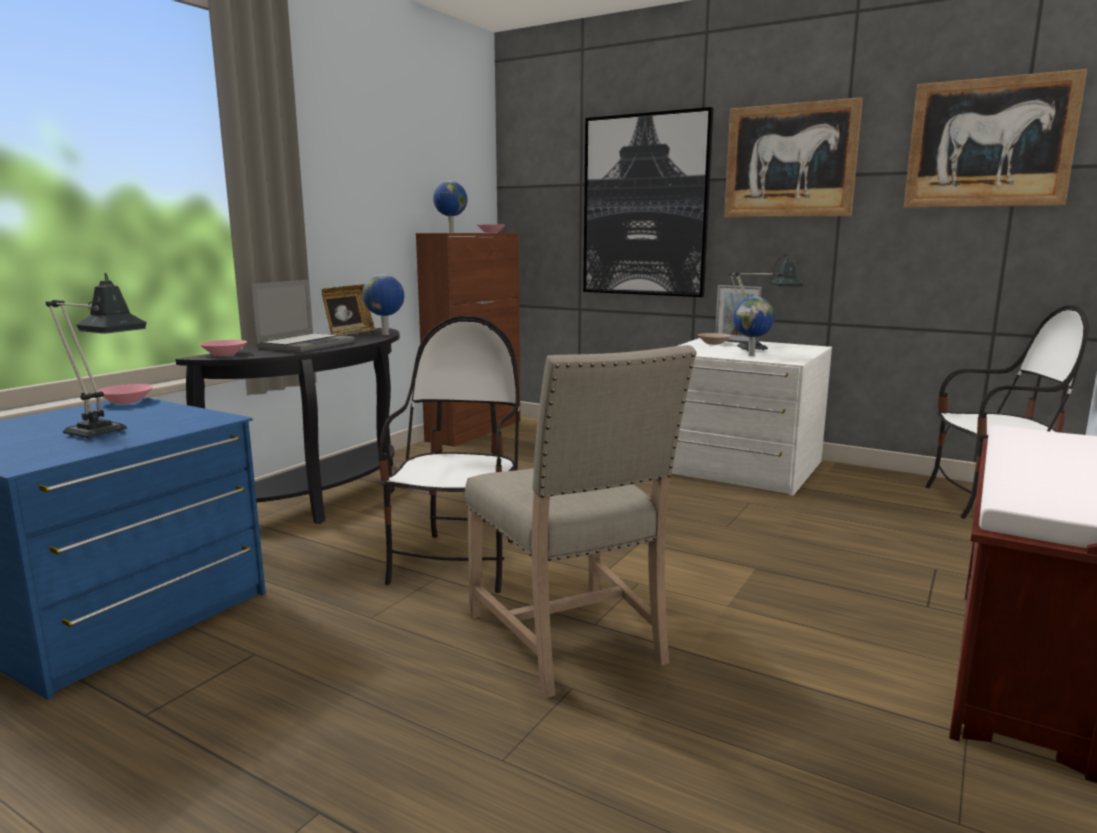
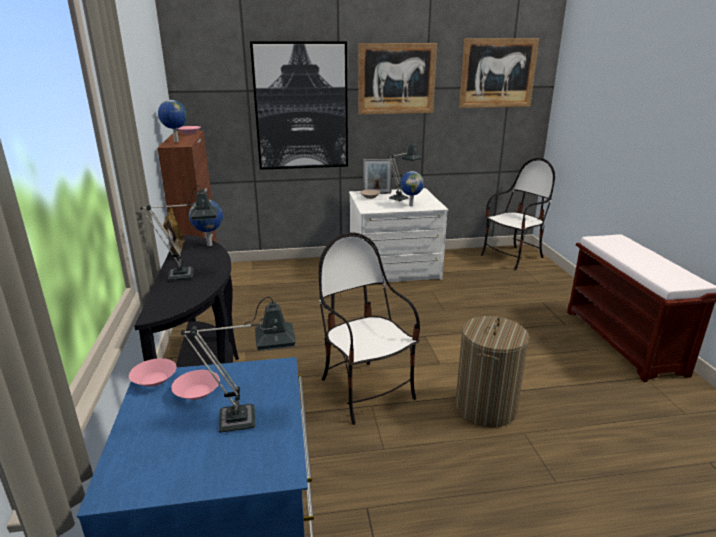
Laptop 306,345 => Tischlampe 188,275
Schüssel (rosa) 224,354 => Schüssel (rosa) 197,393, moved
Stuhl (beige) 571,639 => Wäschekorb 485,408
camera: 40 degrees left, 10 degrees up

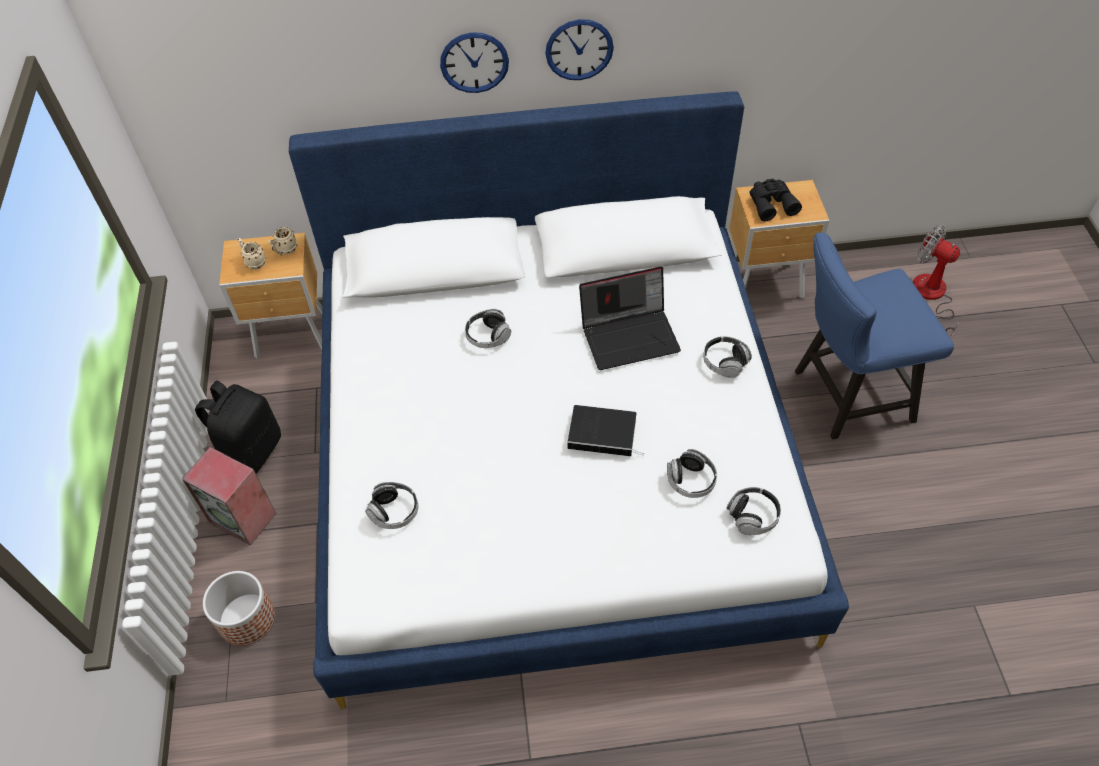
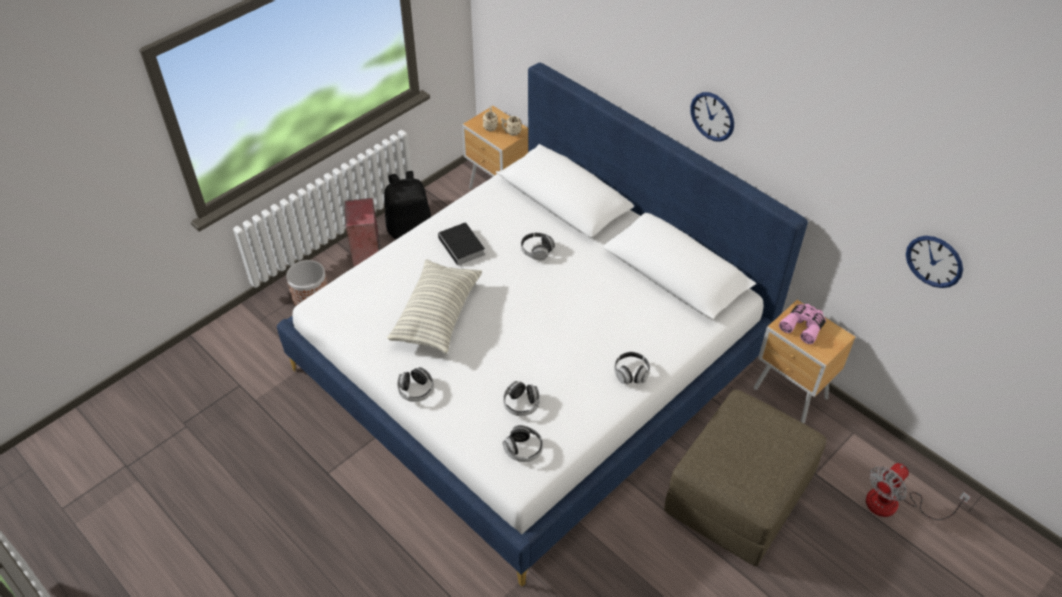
Wanduhr 474,62 => Wanduhr 934,261, moved
Fernglas (schwarz) 771,204 => Fernglas (rosa) 803,326
Ventilator 931,297 => Ventilator 894,504, 135 degrees counterclockwise
Stuhl (blau) 844,396 => Polsterhocker (braun) 738,495
Laptop 630,335 => nothing
Buch 604,433 => Buch 462,247, moved
Kopfhörer 394,511 => Kopfhörer 416,390, moved
nothing => Kissen 437,315
camera: 50 degrees right, 5 degrees down

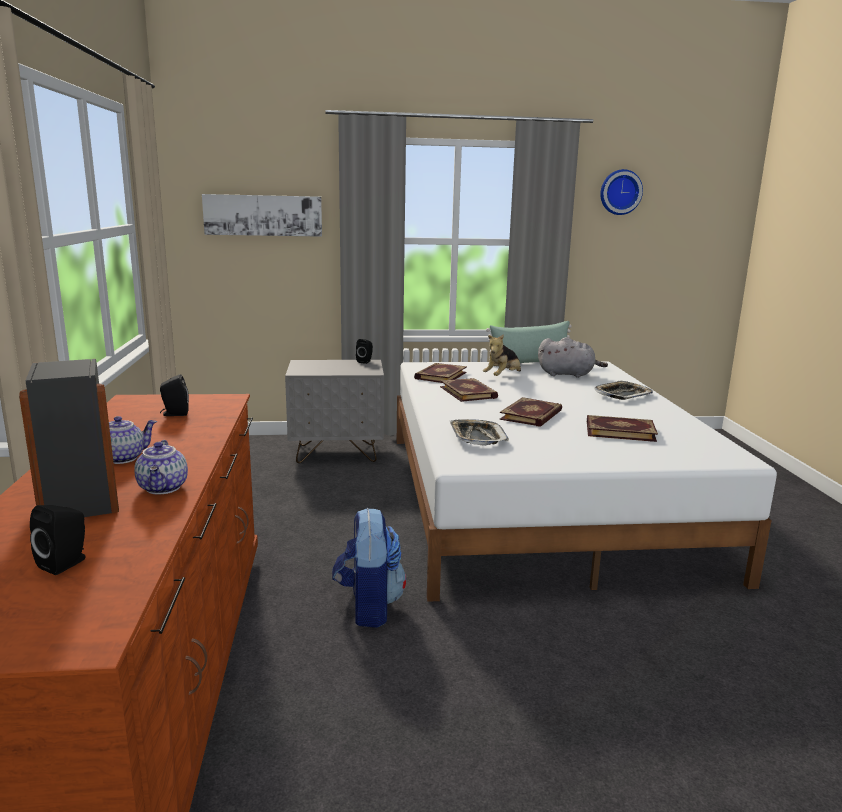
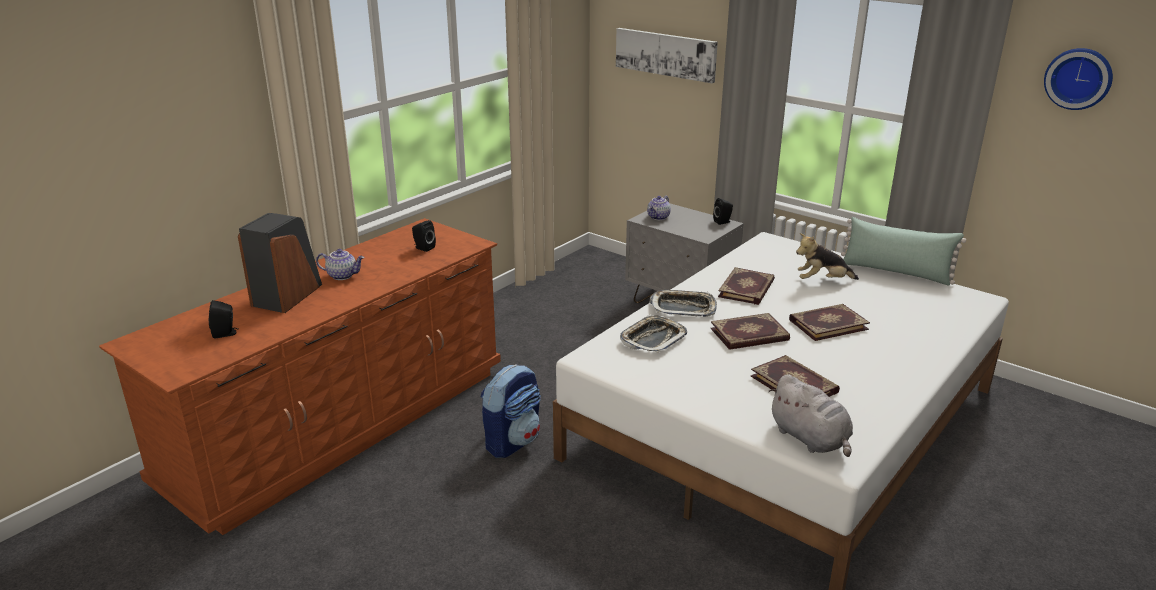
Plüschtier (grau) 568,374 => Plüschtier (grau) 810,439, moved
Buch 440,375 => Buch 827,324, moved
Tablett 622,395 => Tablett 683,308, moved
Teekanne 164,488 => Teekanne 658,217, moved
camera: 45 degrees right, 10 degrees up

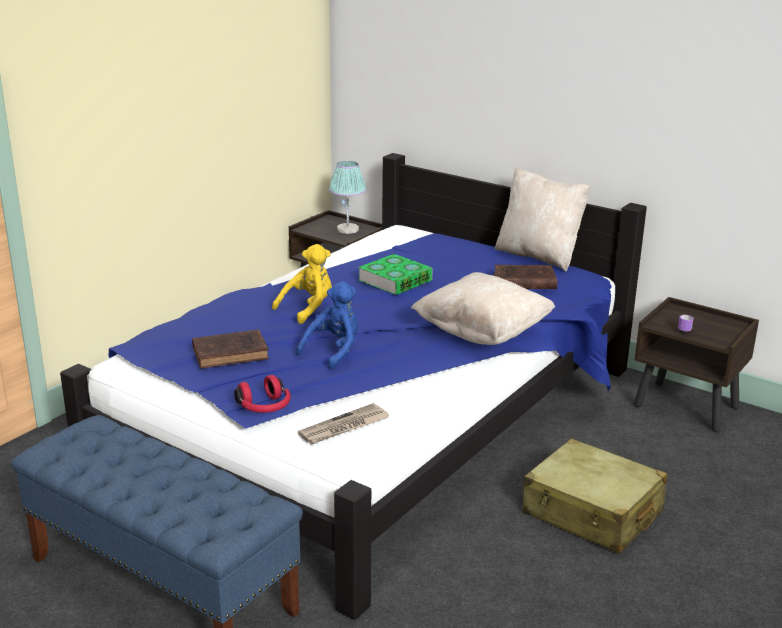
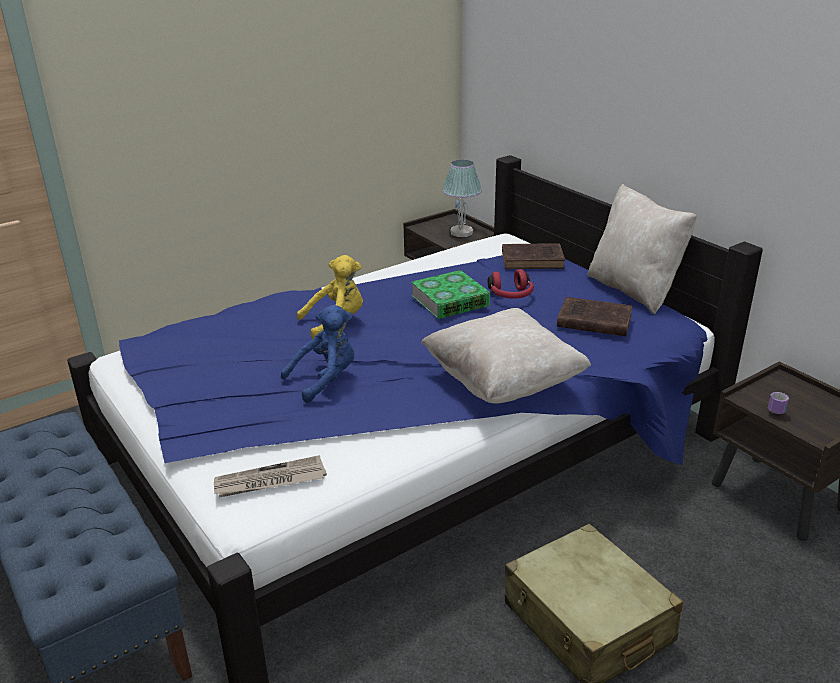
Buch (braun) 232,353 => Buch (braun) 534,260, moved
Kopfhörer (rot) 265,407 => Kopfhörer (rot) 511,295, moved
camera: 20 degrees right, 5 degrees up

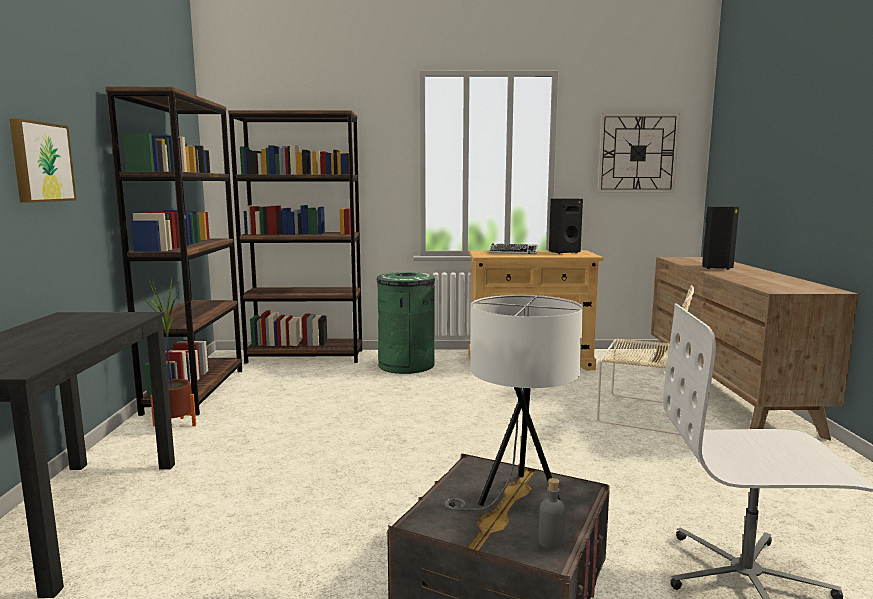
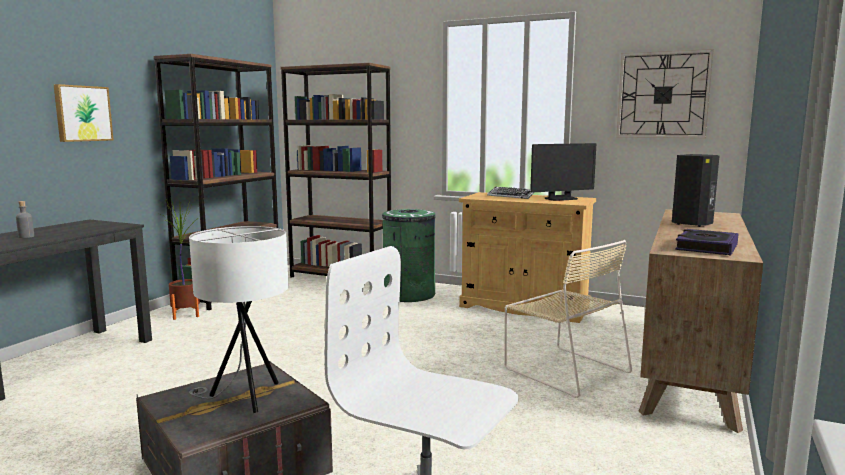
Lautsprecher (schwarz) 563,252 => Monitor 561,199
Flasche (grau) 551,542 => Flasche (grau) 26,236, moved
nothing => Buch 706,247
camera: 25 degrees right, 0 degrees up

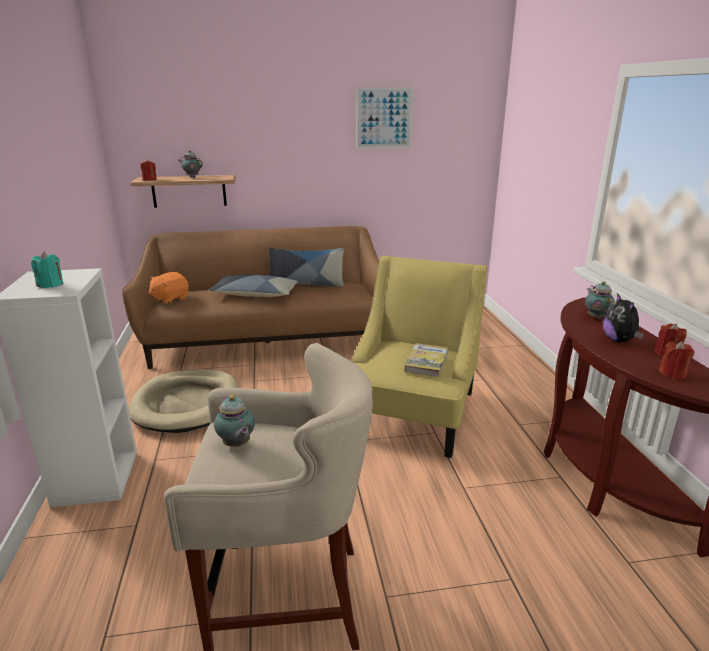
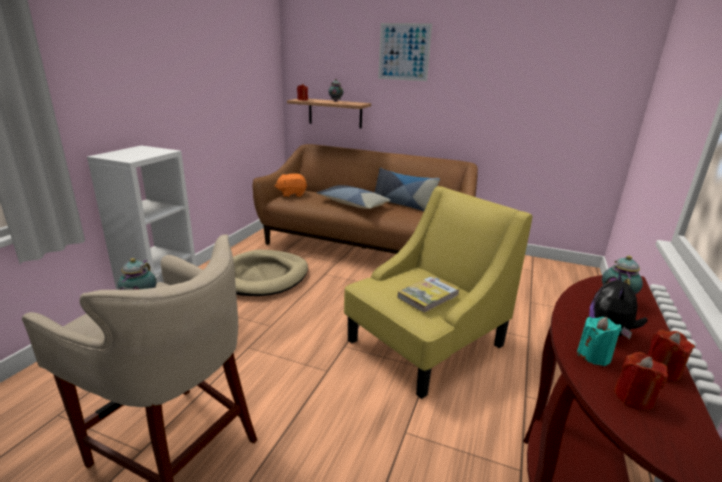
Bild 384,118 => Bild 404,52, moved
Kerze (türkis) 50,284 => Kerze (türkis) 593,356, moved
camera: 30 degrees right, 0 degrees up

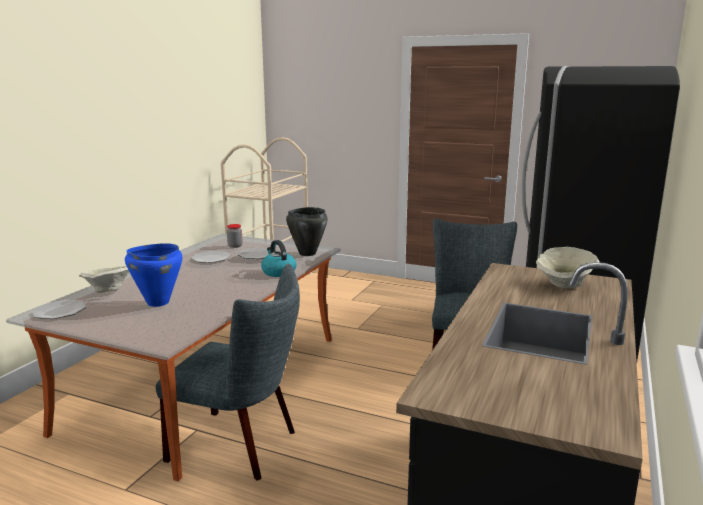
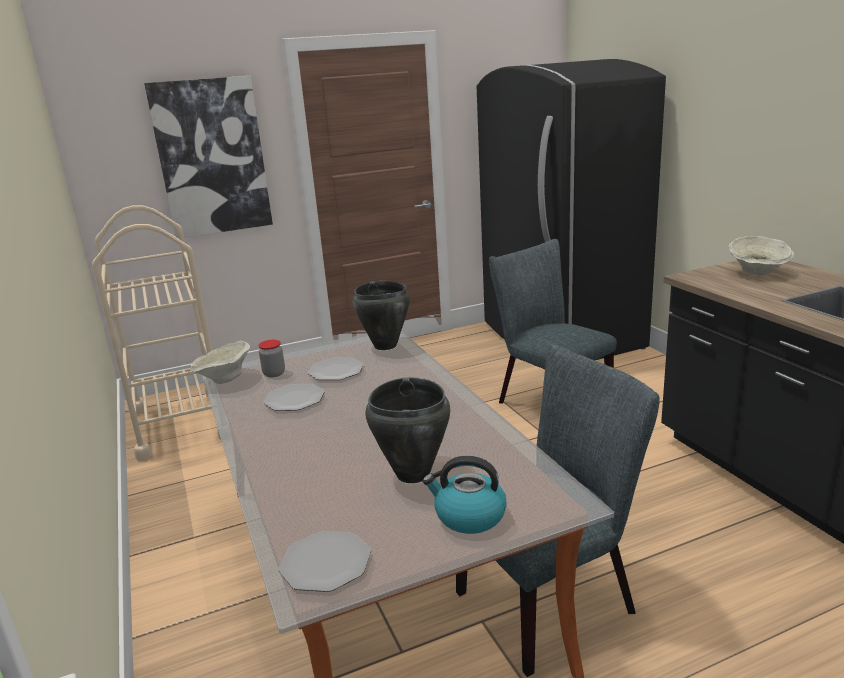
Wasserkessel 278,272 => Wasserkessel 469,516, moved
Kochtopf (blau) 157,302 => Kochtopf (schwarz) 412,474
Schüssel (beige) 108,291 => Schüssel (beige) 224,379, moved
nothing => Bild 211,157
camera: 45 degrees left, 5 degrees up

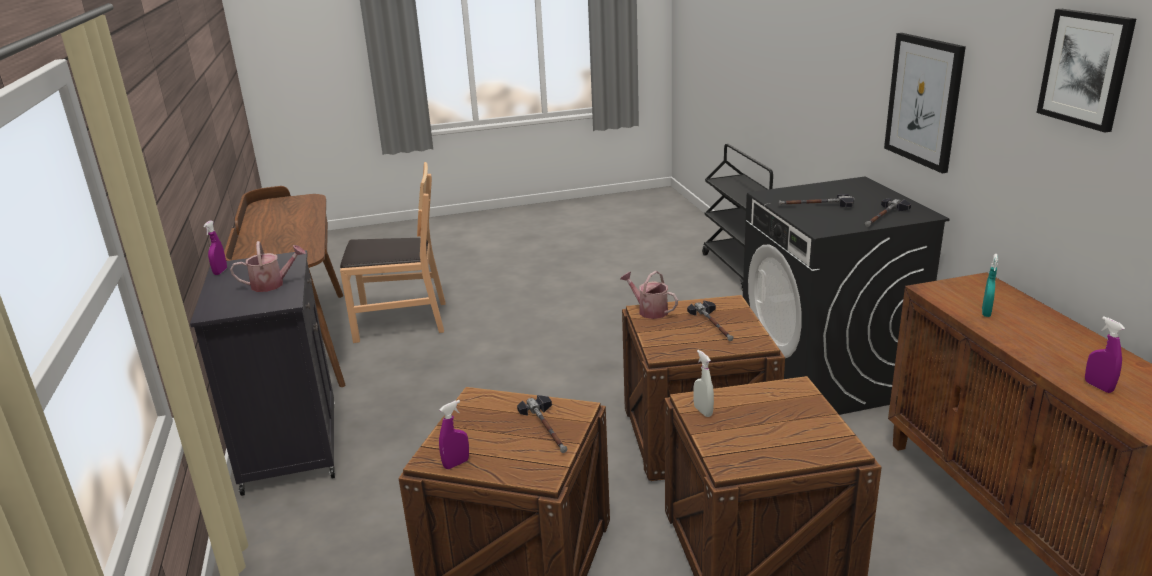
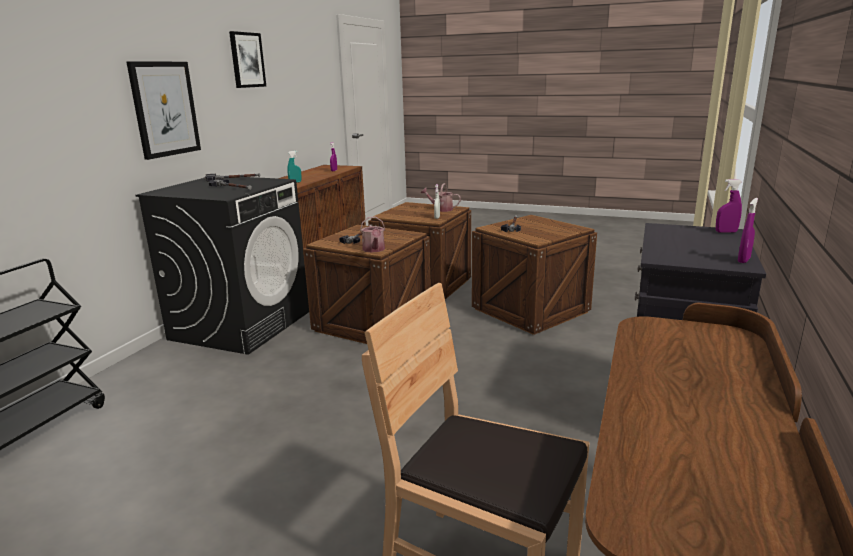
Gießkanne 272,284 => Gießkanne 441,209, moved
Sprühflasche (lila) 456,464 => Sprühflasche (lila) 726,232, moved
camera: 145 degrees left, 5 degrees down

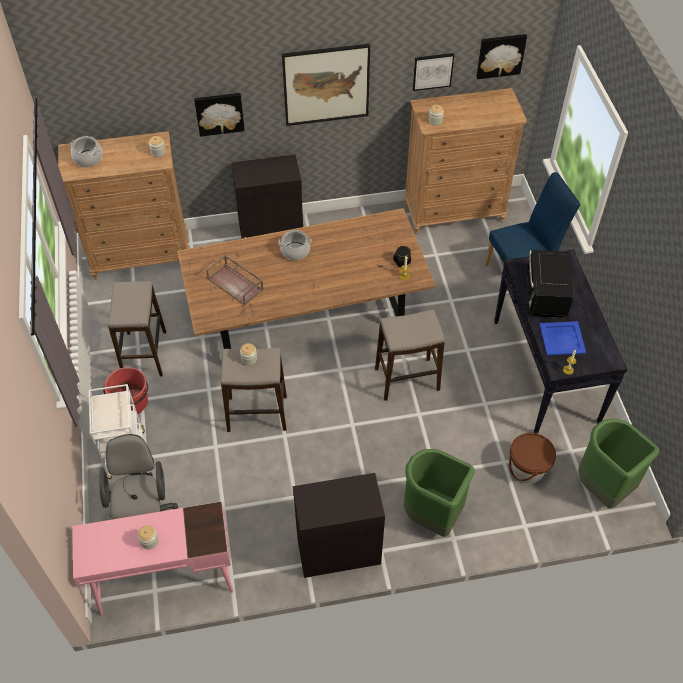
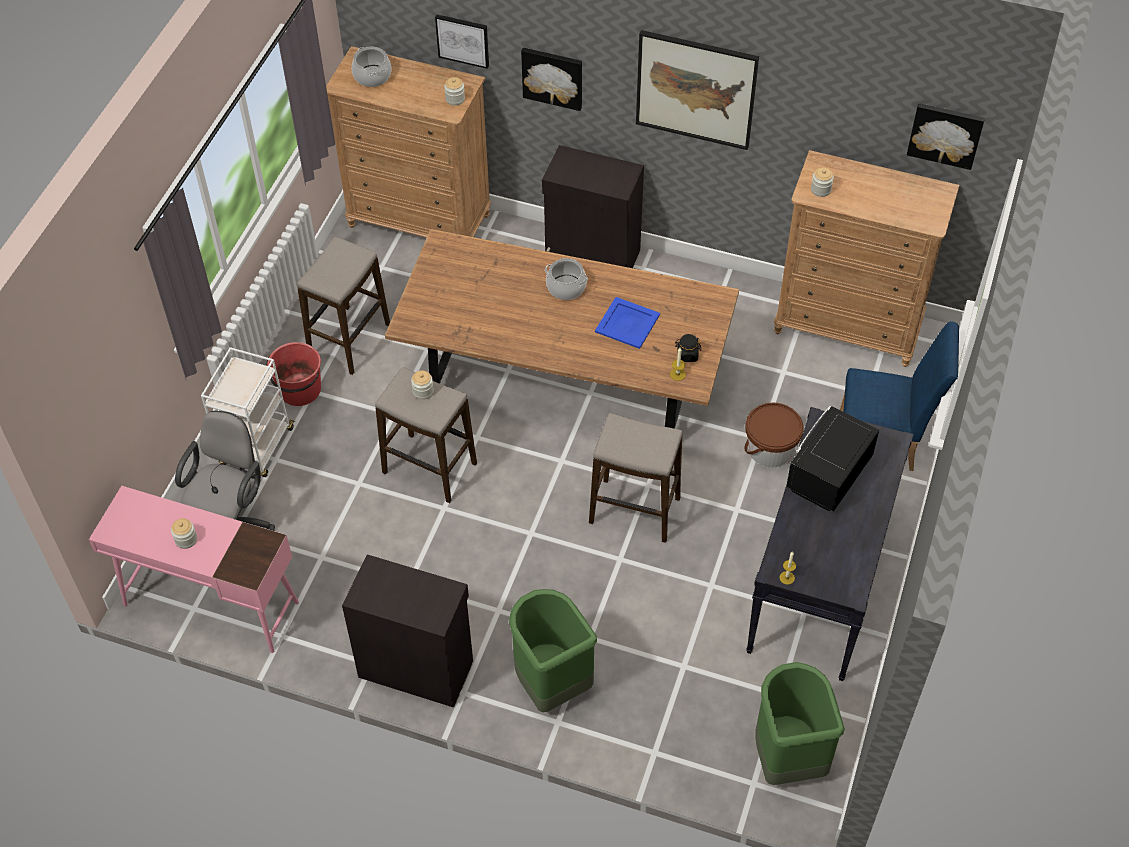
Bild 432,71 => Bild 463,40, moved
Tablett (braun) 236,284 => nothing
Tablett (blau) 561,339 => Tablett (blau) 626,323, moved
Eimer (braun) 527,468 => Eimer (braun) 770,450, moved
camera: 30 degrees right, 0 degrees up

